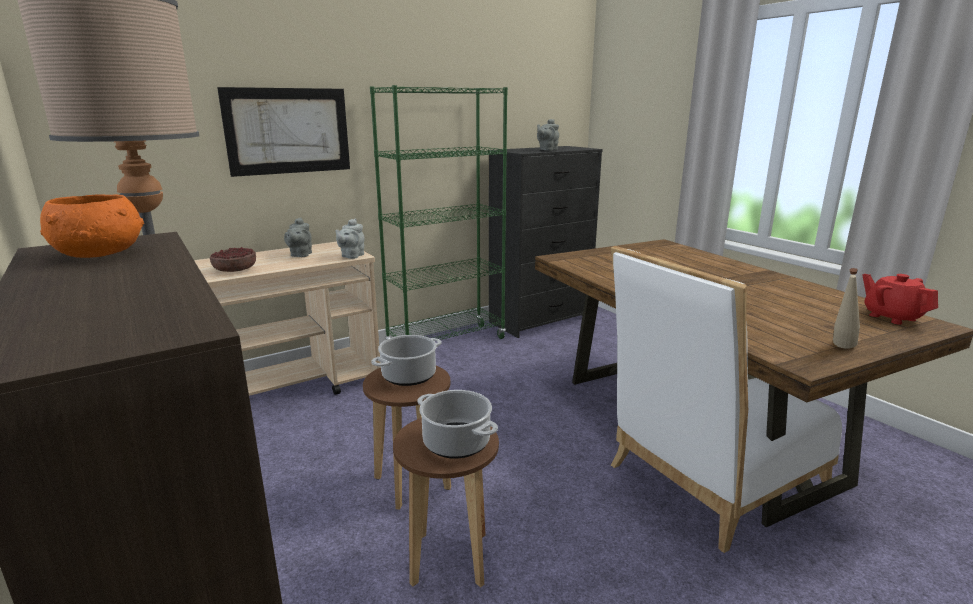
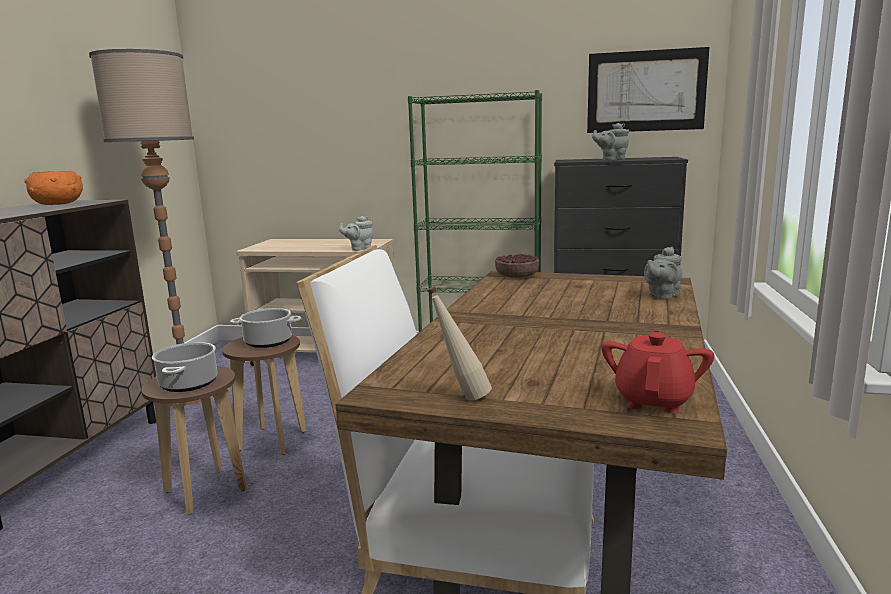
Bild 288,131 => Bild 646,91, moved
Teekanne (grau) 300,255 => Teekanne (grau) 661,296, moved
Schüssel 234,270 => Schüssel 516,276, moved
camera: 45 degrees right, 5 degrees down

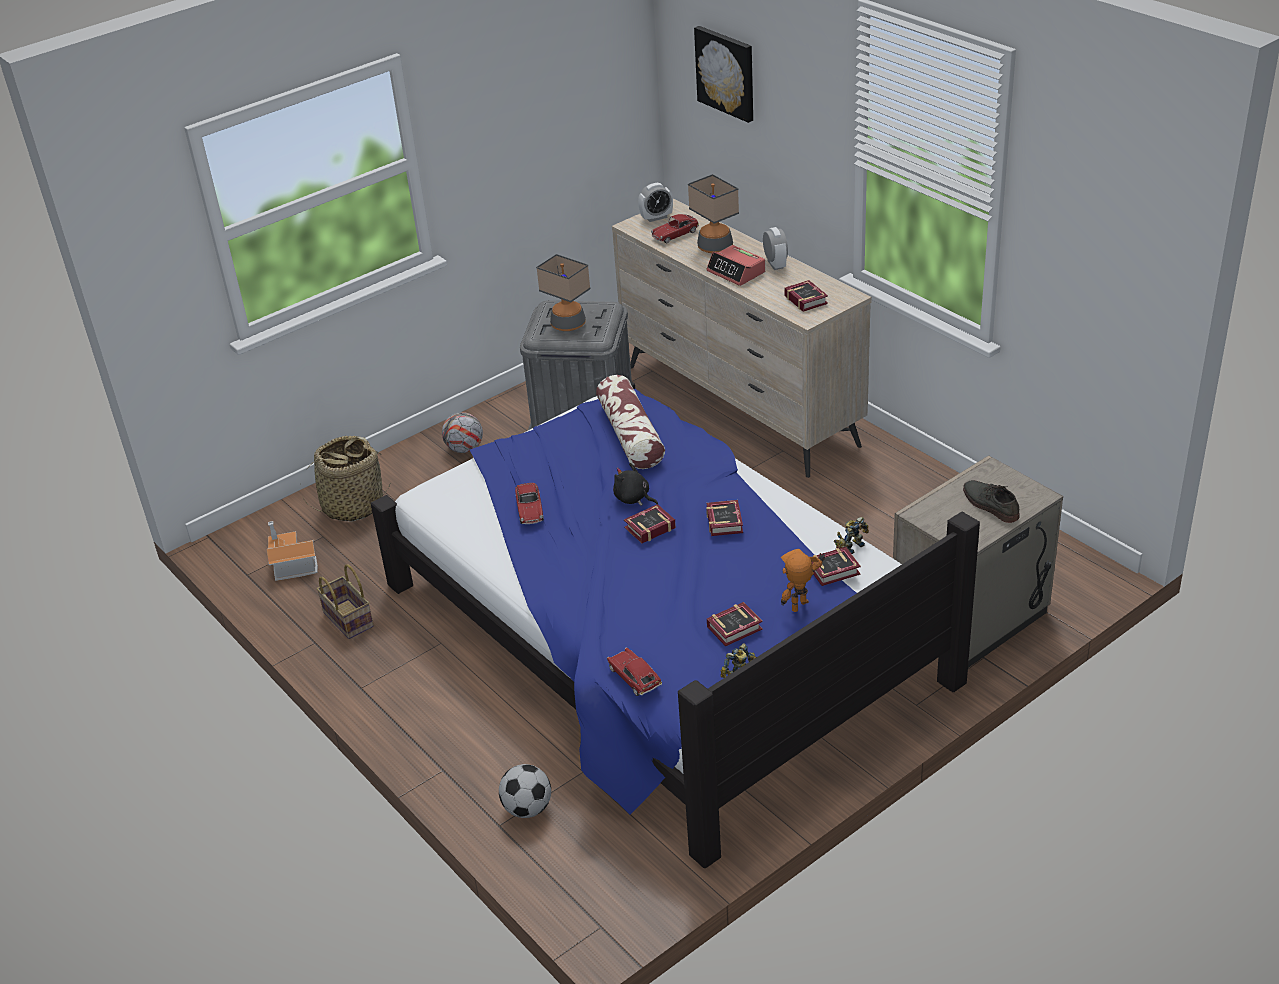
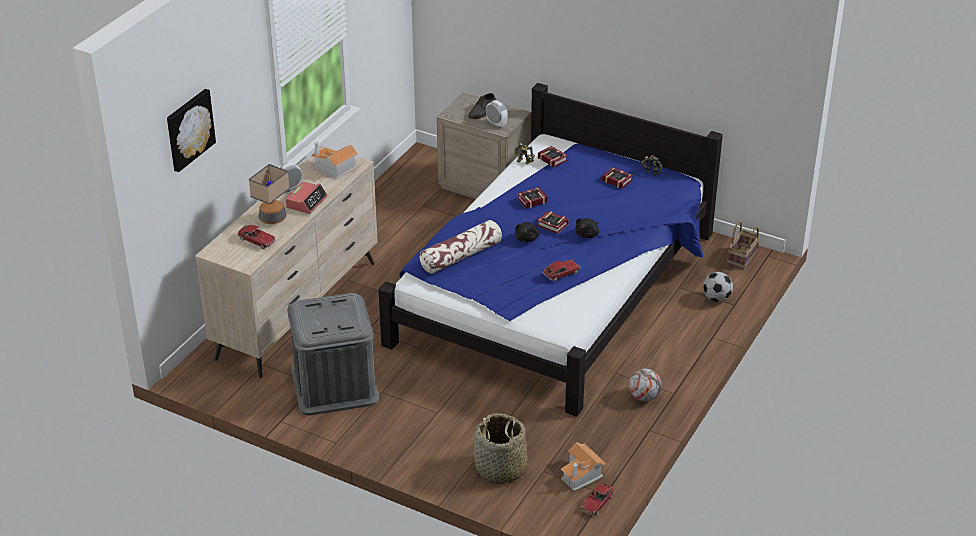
Wecker 656,217 => Wecker 496,124, moved
Tischlampe 568,325 => nothing
Buch 806,299 => Spielzeughaus 334,168
Fußball 464,449 => Fußball 644,397, moved
Spielzeugroboter 803,608 => nothing
Korb 346,619 => Korb 742,258, moved
Spielzeugauto 634,678 => Spielzeugauto 597,503, moved
nothing => Plüschtier (schwarz) 587,234
camera: 115 degrees left, 0 degrees up

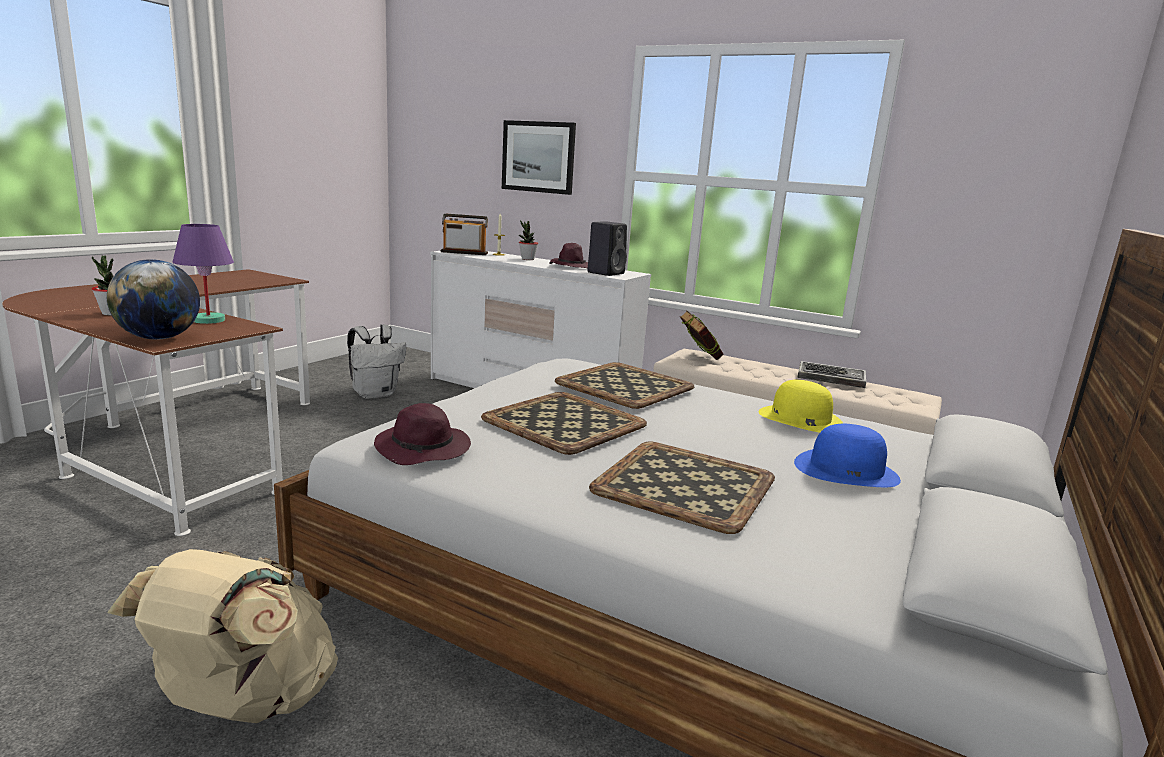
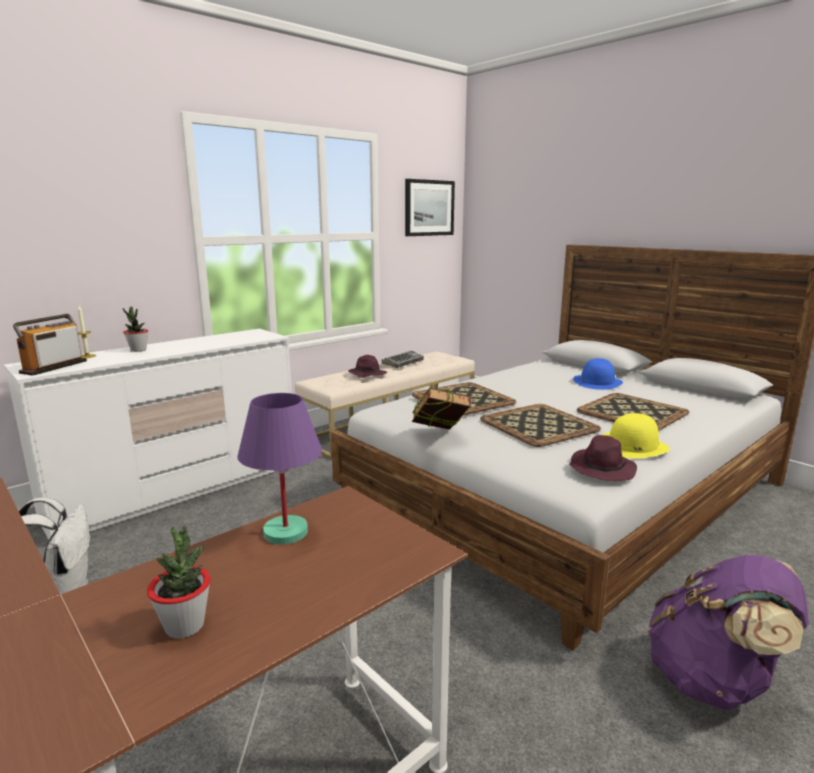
Bild 538,157 => Bild 429,208, moved
Lautsprecher (schwarz) 606,273 => nothing
Hut (lila) 570,267 => Hut (lila) 367,374, moved
Globus 159,338 => nothing
Buch 698,358 => Buch 439,436, moved
Hut (gelb) 800,419 => Hut (gelb) 632,446, moved
Rucksack (beige) 244,702 => Rucksack (lila) 713,681
camera: 70 degrees left, 0 degrees up

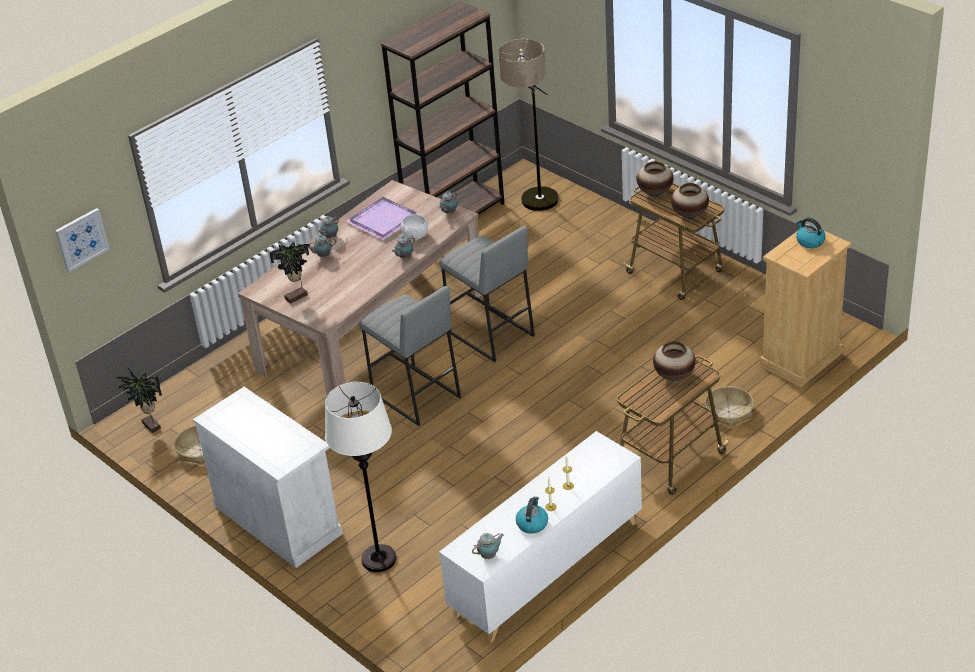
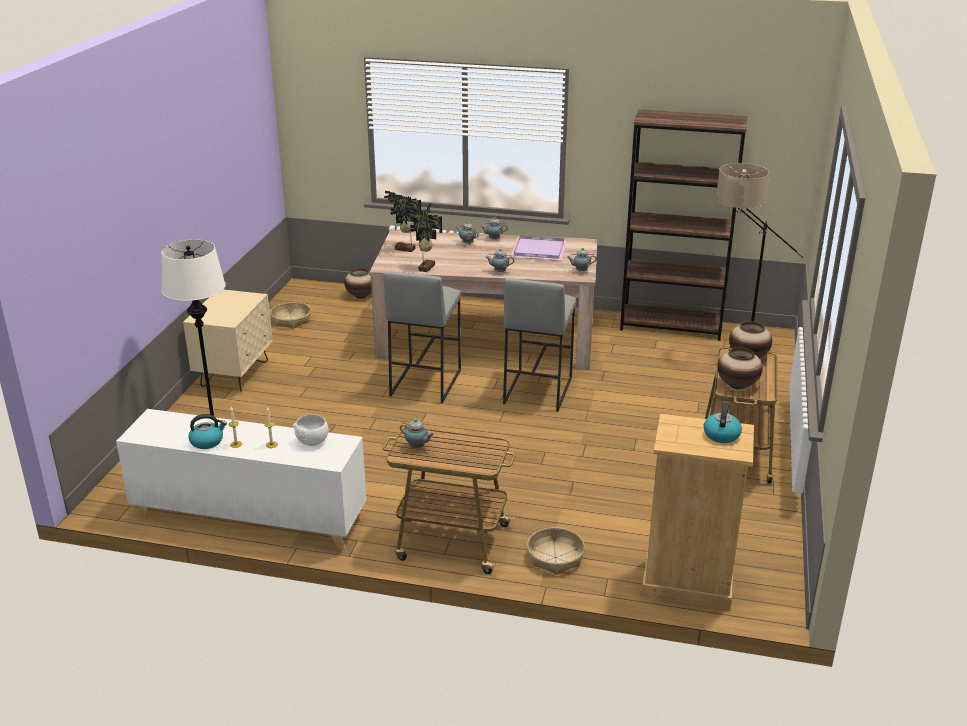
Bild 81,239 => nothing
Schüssel (weiß) 415,236 => Schüssel (weiß) 313,441, moved
Vase 674,376 => Vase 360,296, moved
Topfpflanze 150,426 => Topfpflanze 425,268, moved
Schrank (weiß) 278,519 => Nachttisch (beige) 235,374
Teekanne 489,555 => Teekanne 417,447, moved
camera: 55 degrees right, 10 degrees down

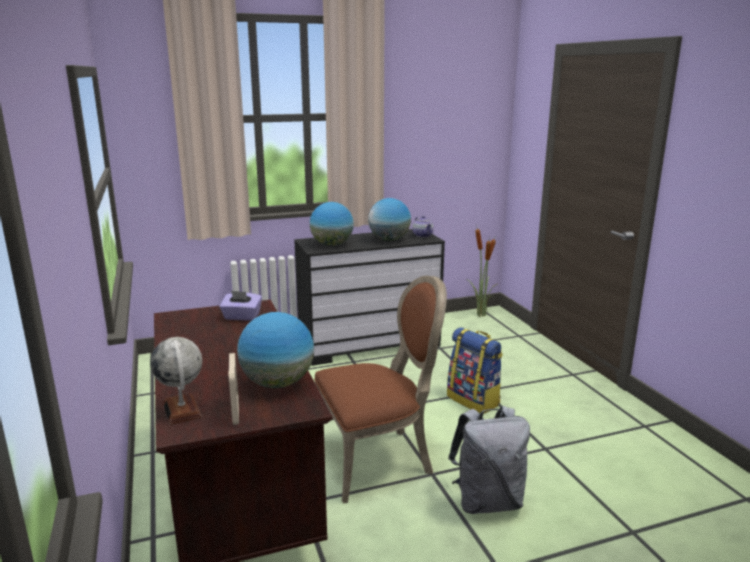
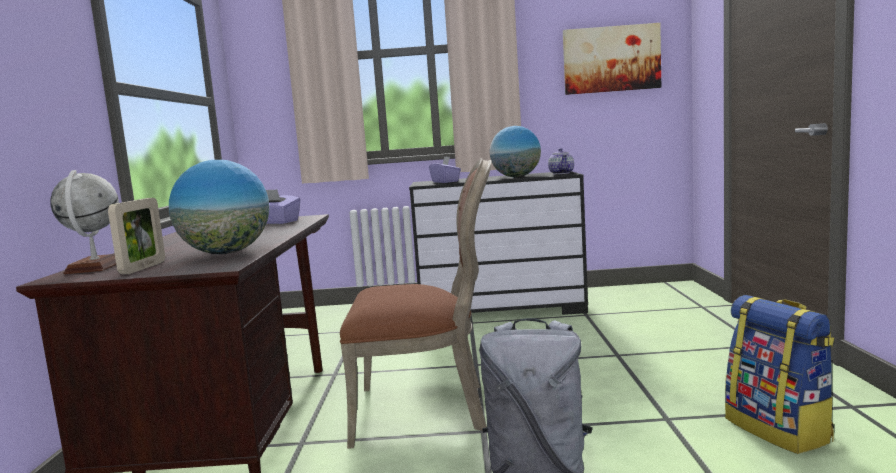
Globus 332,245 => Taschentuchbox (lila) 445,182
Topfpflanze 480,314 => nothing
Rucksack 474,400 => Rucksack 779,430, moved
nothing => Bild 611,59
camera: 20 degrees right, 10 degrees down

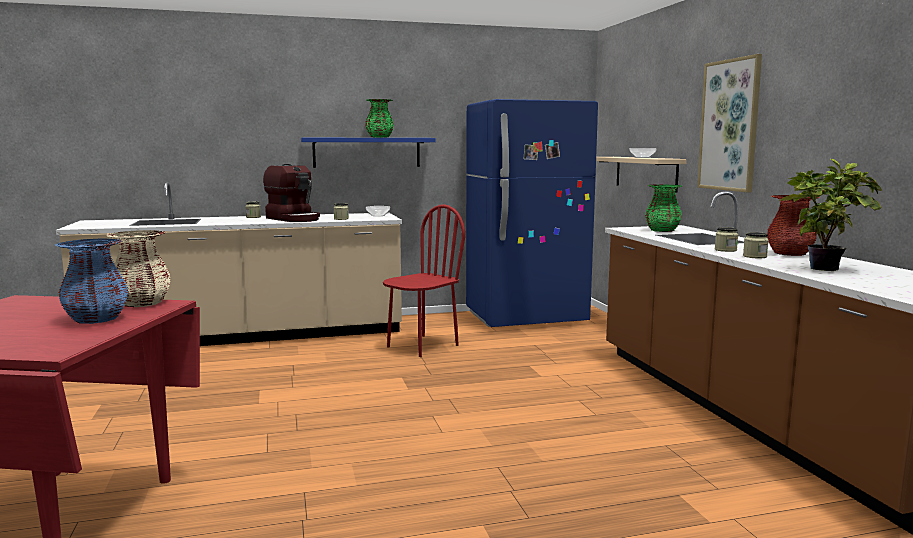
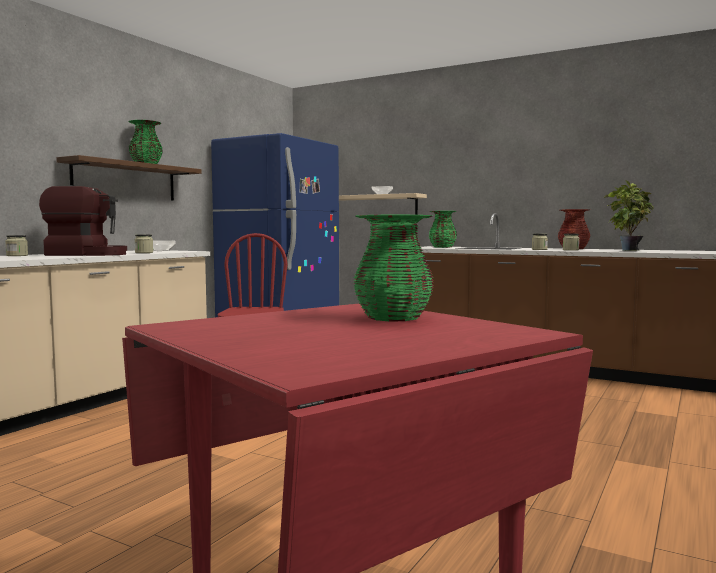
Bild 729,125 => nothing
Wandregal (blau) 367,152 => Wandregal (braun) 125,181
Vase (beige) 142,303 => nothing
Vase (blau) 96,319 => Vase (grün) 393,318
camera: 45 degrees left, 5 degrees down

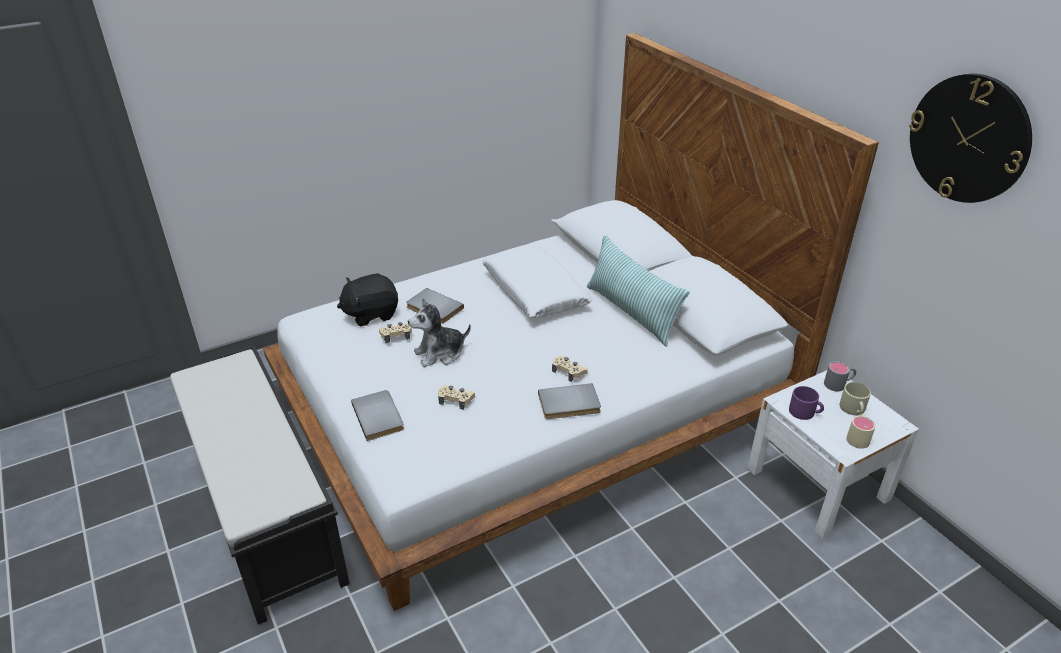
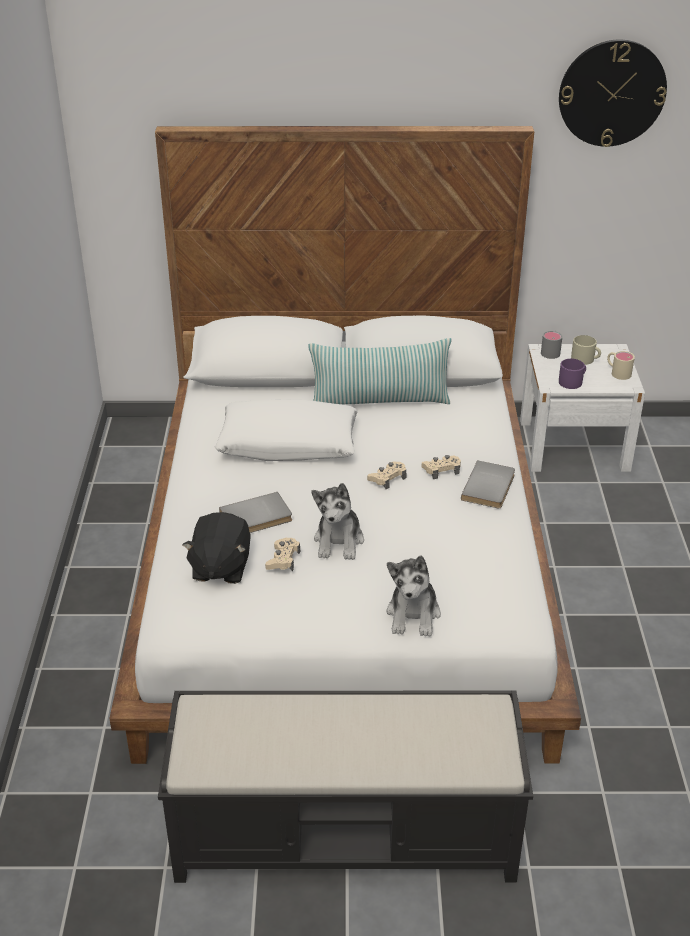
Gamepad (beige) 456,399 => Gamepad (beige) 387,478, moved
Buch (grau) 380,416 => Plüschtier 413,614
camera: 60 degrees left, 0 degrees up

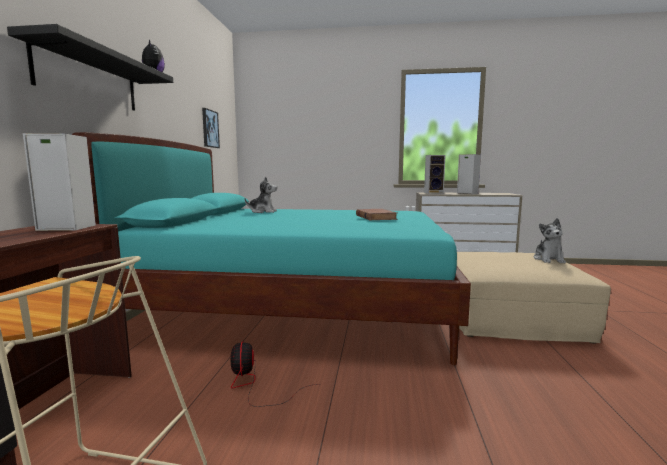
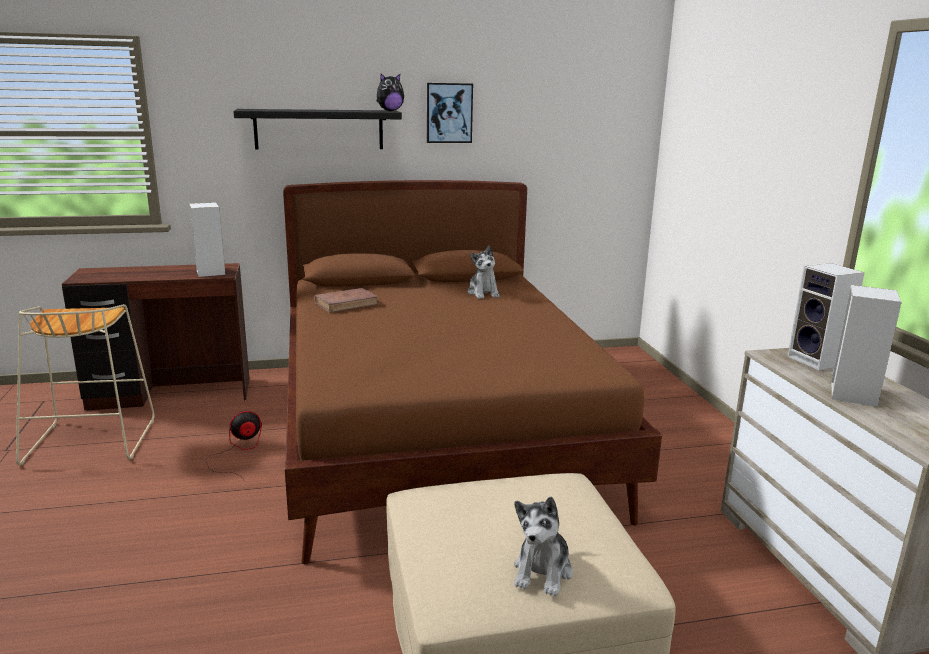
Bild 210,128 => Bild 449,113, moved
Bett (türkis) 297,307 => Bett (braun) 437,432
Buch (braun) 375,217 => Buch (braun) 347,303, moved
Plüschtier 548,259 => Plüschtier 543,571, 60 degrees counterclockwise
camera: 70 degrees right, 10 degrees up

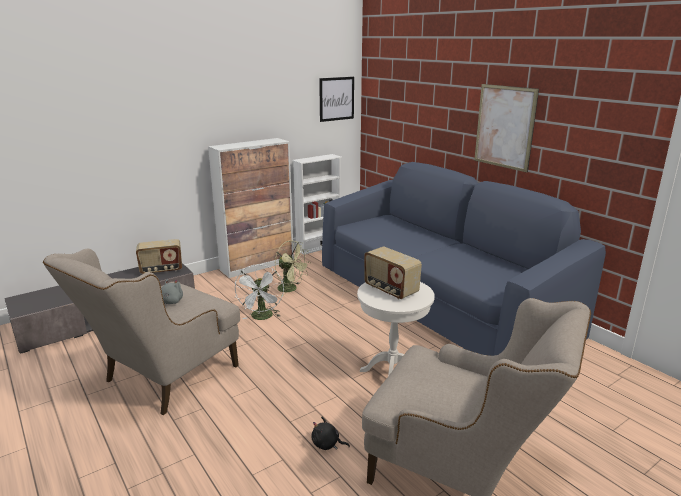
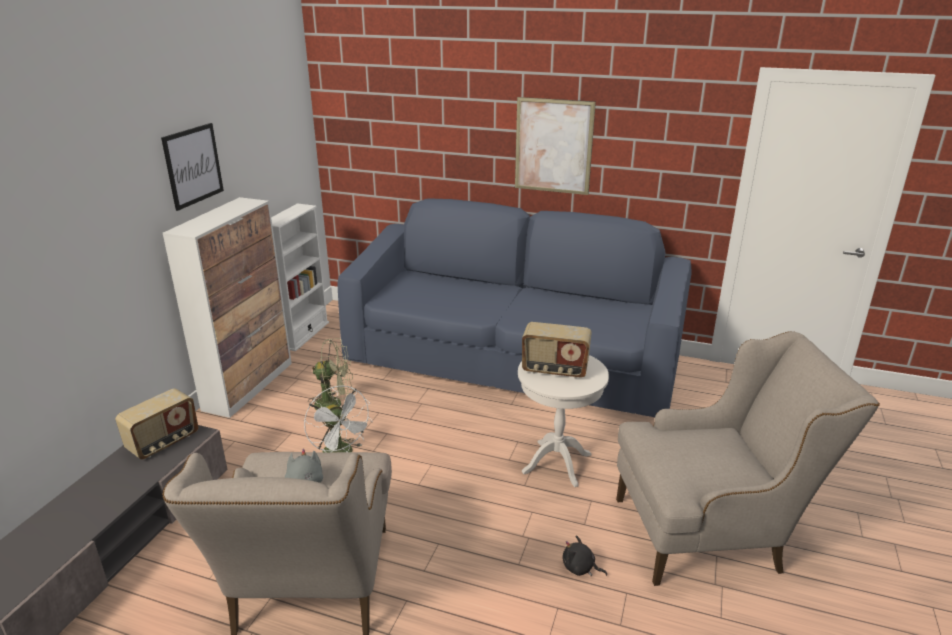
Bild 336,99 => Bild 193,165, moved
Plüschtier (schwarz) 327,444 => Plüschtier (schwarz) 580,568, 45 degrees clockwise
camera: 35 degrees left, 5 degrees up

